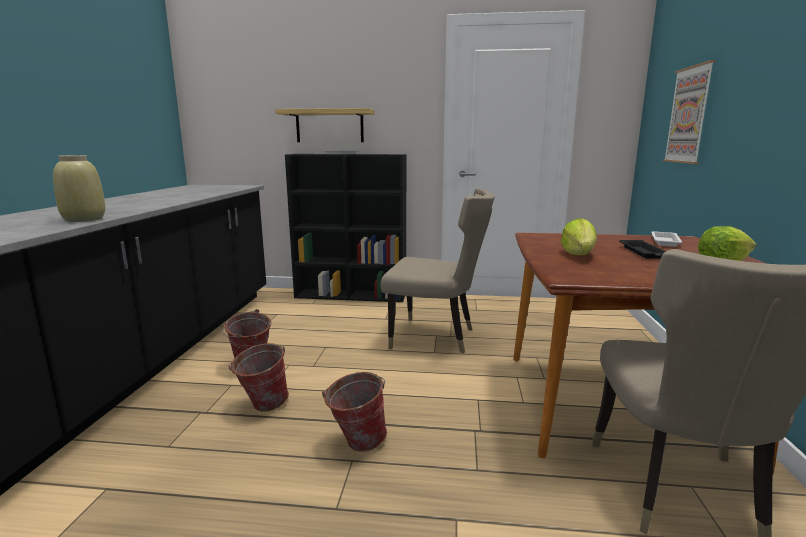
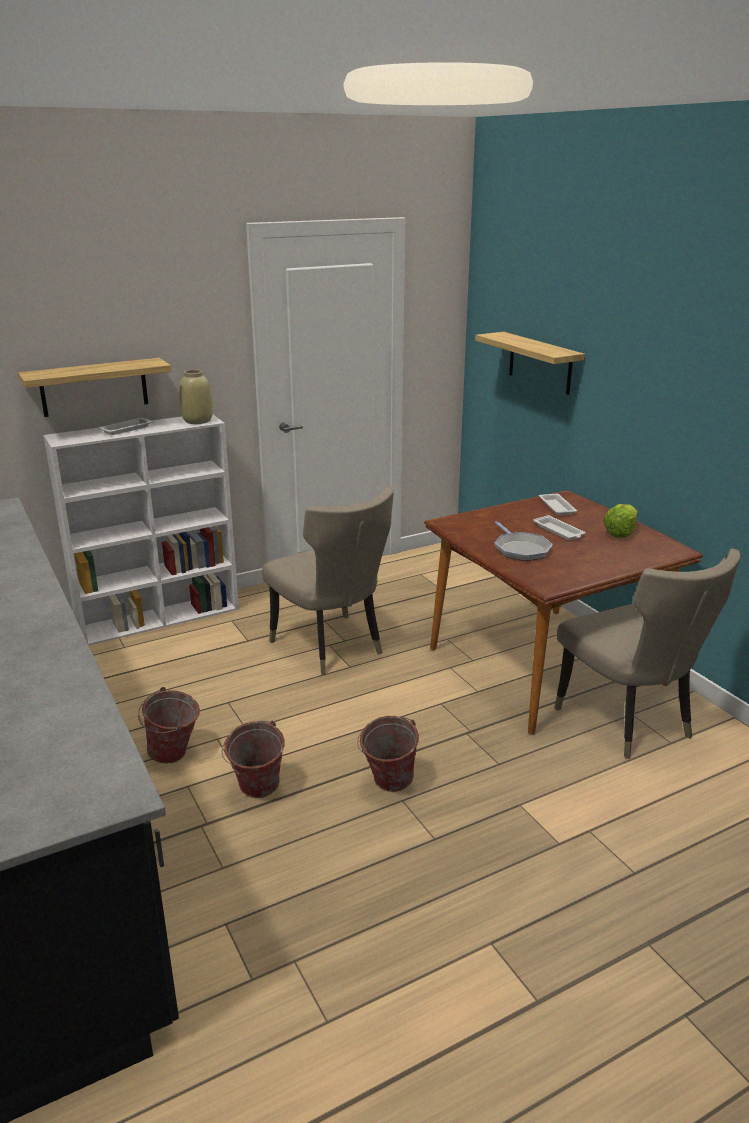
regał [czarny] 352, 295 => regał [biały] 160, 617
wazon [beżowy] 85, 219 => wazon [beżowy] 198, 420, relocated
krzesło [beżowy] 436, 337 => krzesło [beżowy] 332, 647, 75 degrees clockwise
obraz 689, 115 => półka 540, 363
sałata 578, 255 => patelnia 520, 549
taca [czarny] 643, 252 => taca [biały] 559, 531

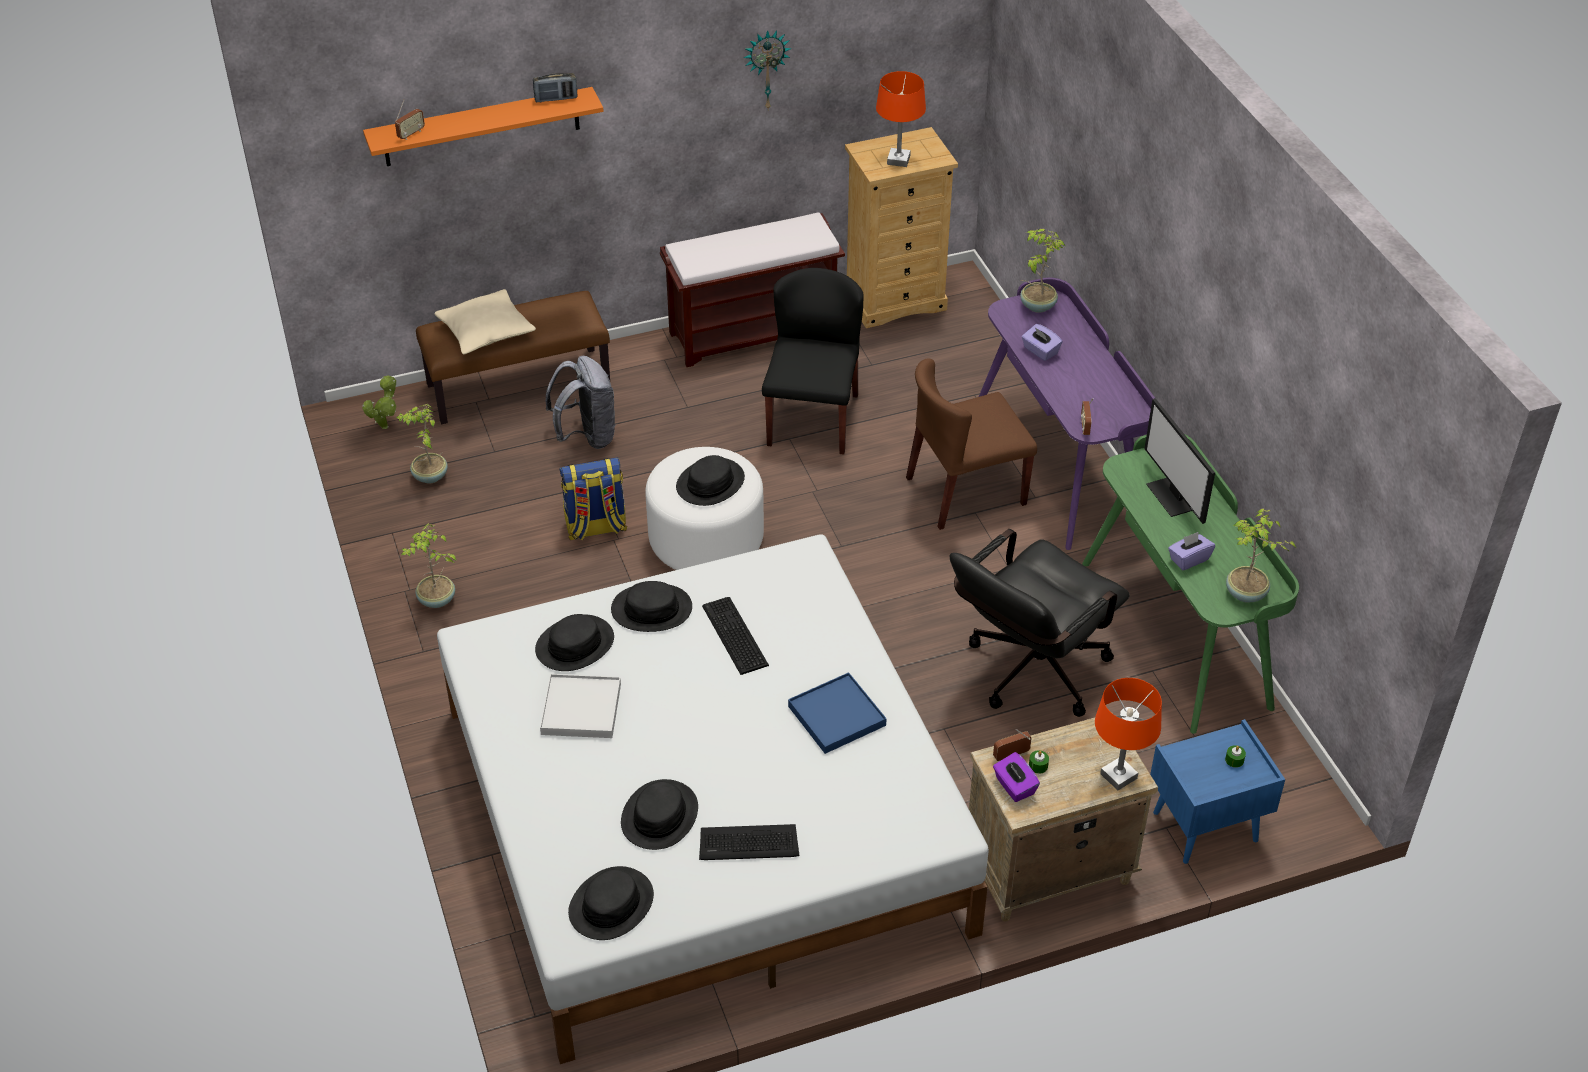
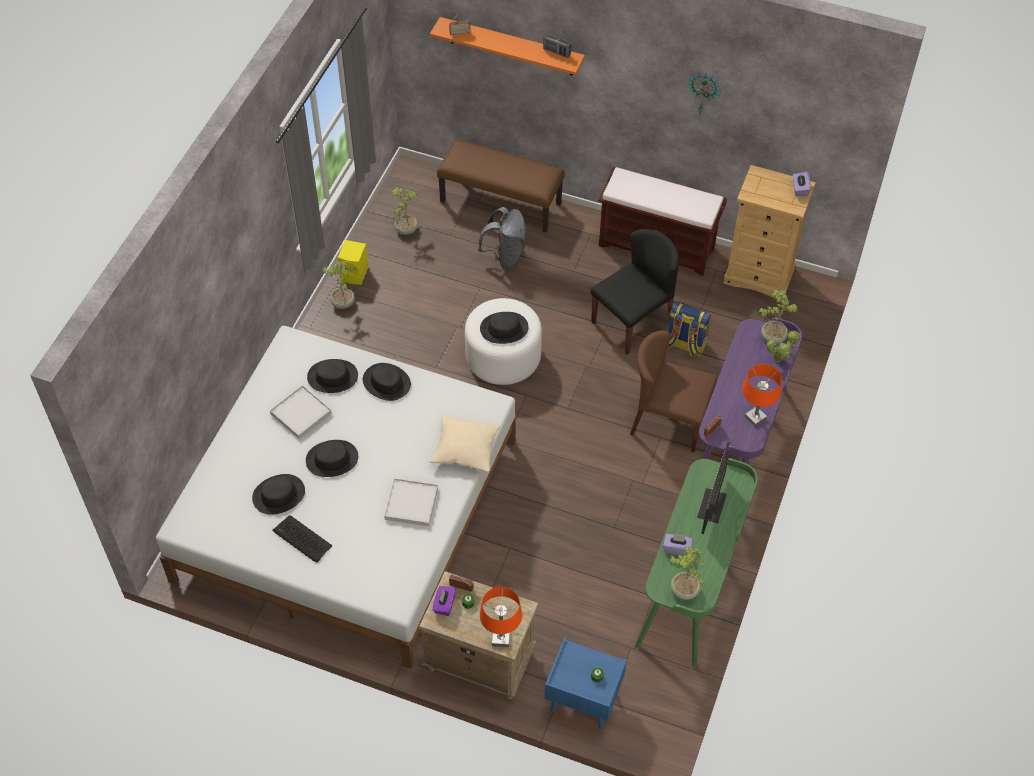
kapelusz [czarny] 611, 904 => kapelusz [czarny] 332, 459, relocated
nothing => głośnik [żółty] 355, 274
taca [niebieski] 836, 716 => taca [biały] 411, 504
poduszka [beżowy] 486, 332 => poduszka [beżowy] 465, 449, relocated
plecak 595, 528 => plecak 685, 344, relocated
lampa stołowa [pomarańczowy] 898, 160 => lampa stołowa [pomarańczowy] 755, 418, relocated
roślina doniczkowa 386, 425 => roślina doniczkowa 779, 359, relocated
pudełko chusteczek [fioletowy] 1040, 351 => pudełko chusteczek [fioletowy] 799, 189, relocated
klawiatura 733, 637 => nothing
krzesło biurowe [czarny] 1028, 675 => nothing

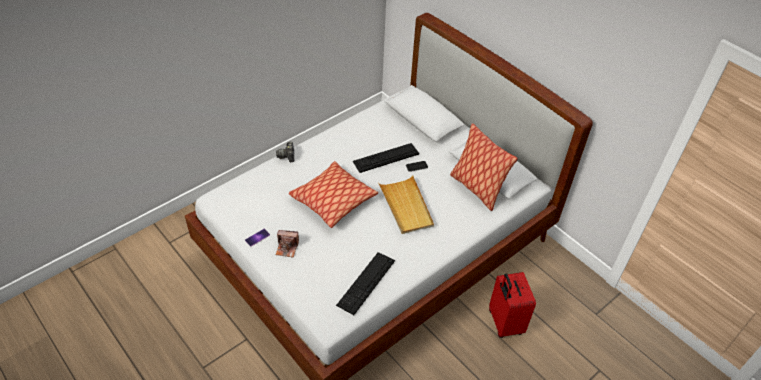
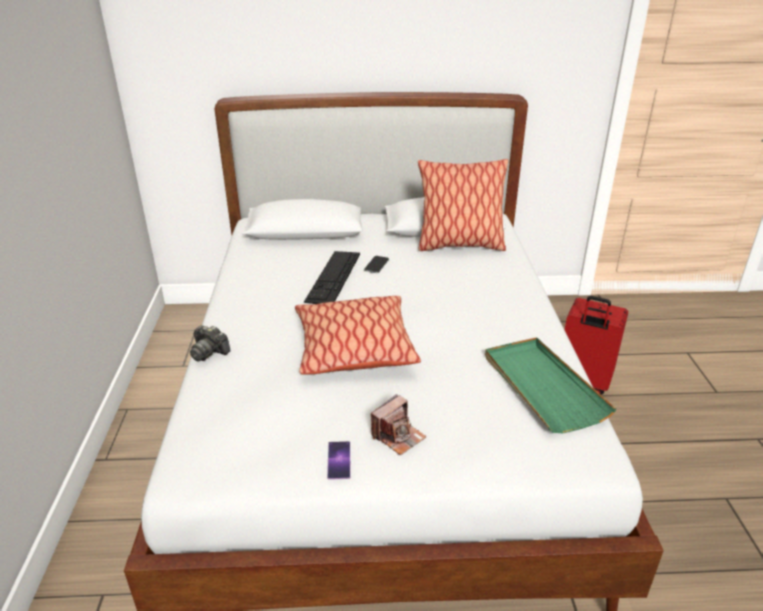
klawiatura 366, 282 => taca [zielony] 542, 386
taca [beżowy] 406, 206 => nothing

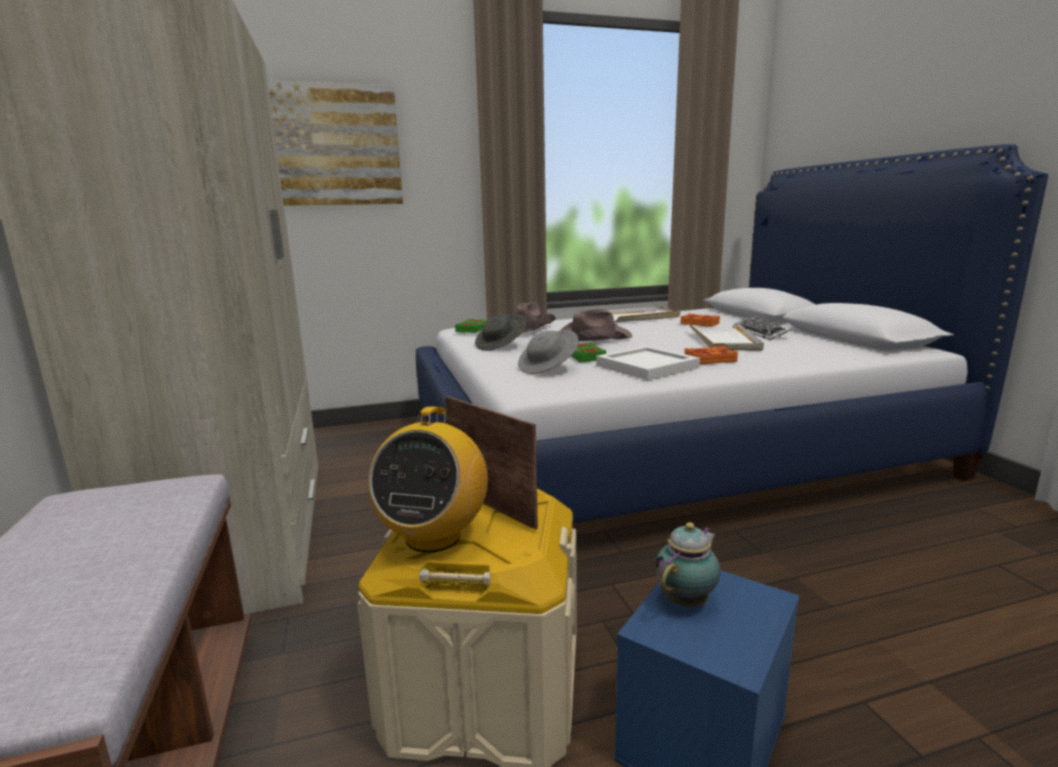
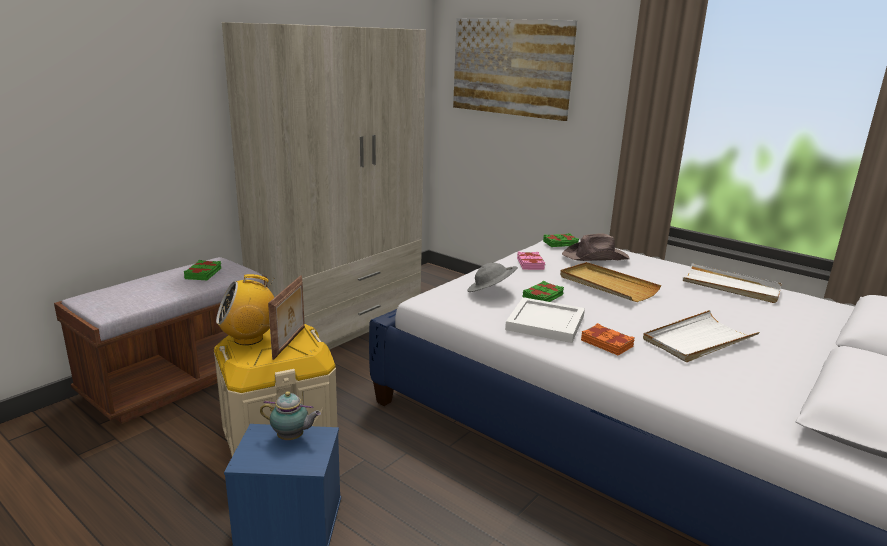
nothing => książka [zielony] 204, 274
kapelusz [szary] 501, 346 => książka [różowy] 530, 264
kapelusz [brązowy] 592, 337 => taca [beżowy] 607, 285
książka [pomarańczowy] 700, 323 => nothing
klawiatura 761, 332 => nothing

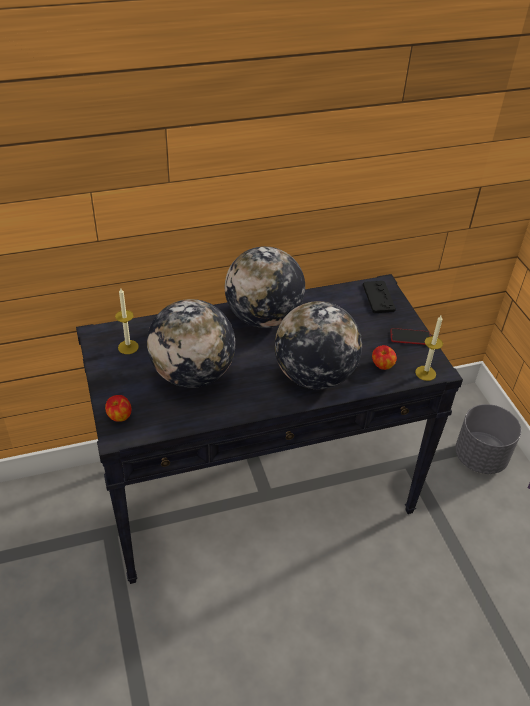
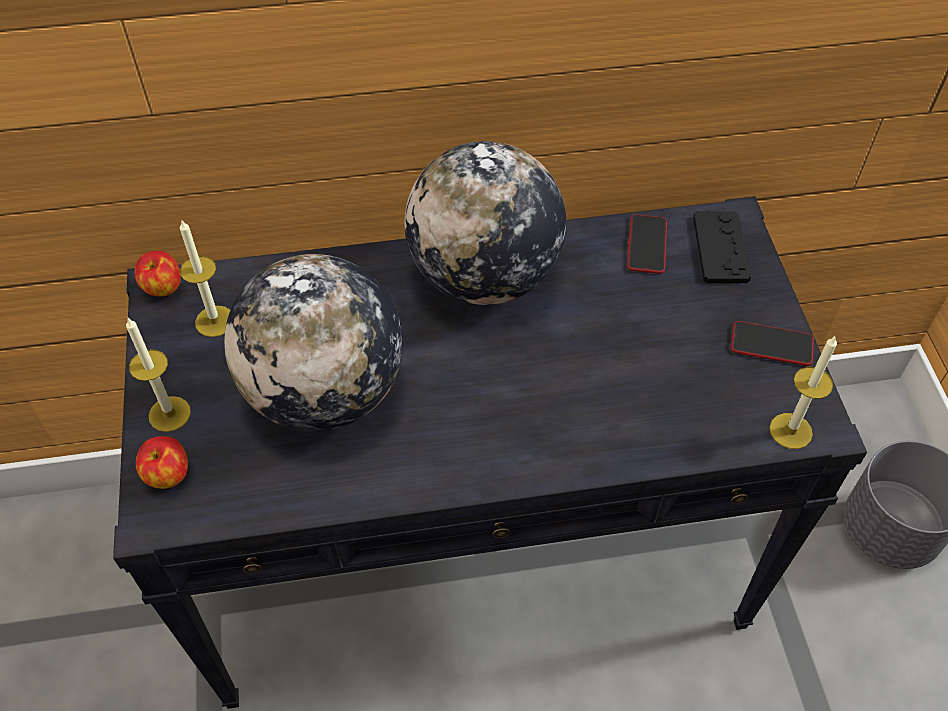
nothing => świeca 169, 414
jabłko 382, 366 => jabłko 163, 288, relocated
nothing => telefon 647, 245
globus 314, 376 => nothing

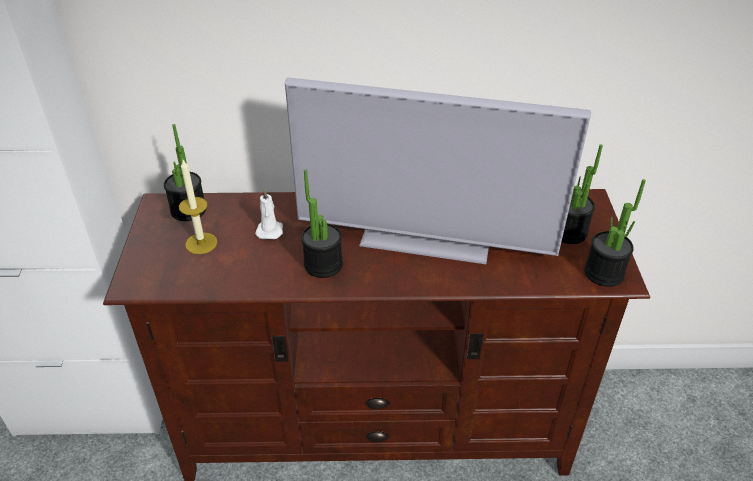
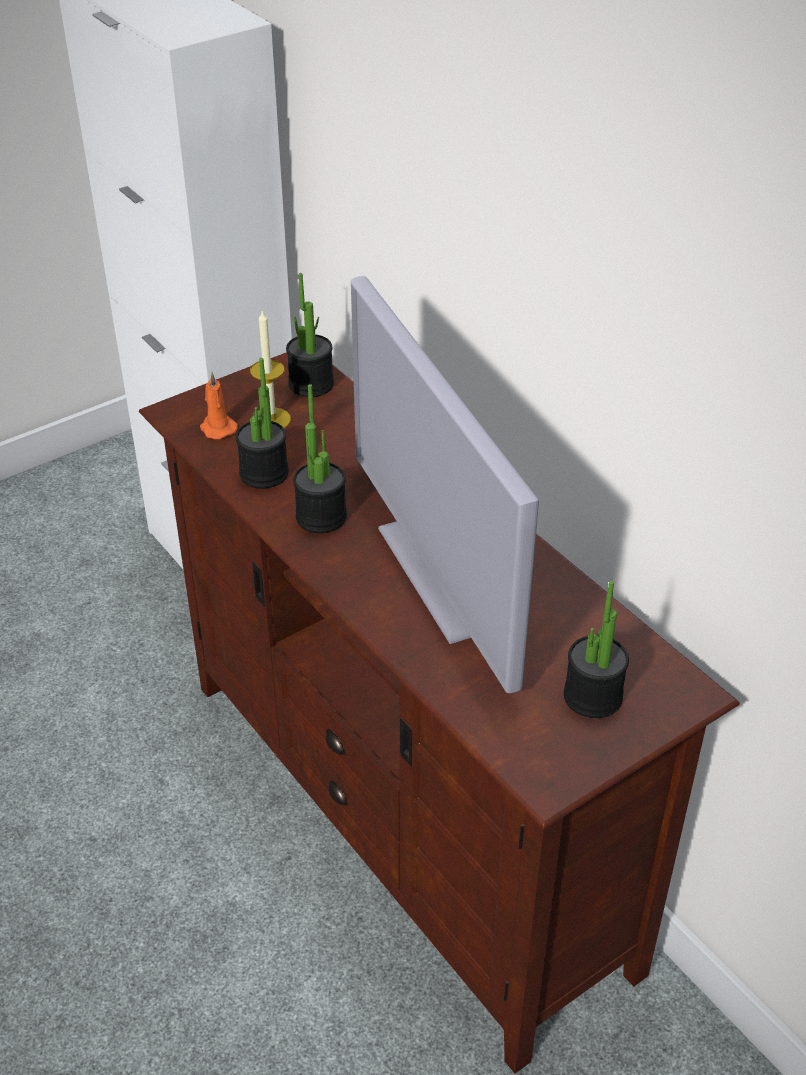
nothing => świeca [pomarańczowy] 217, 428
roślina doniczkowa 604, 273 => roślina doniczkowa 264, 473, relocated
świeca [biały] 270, 230 => nothing

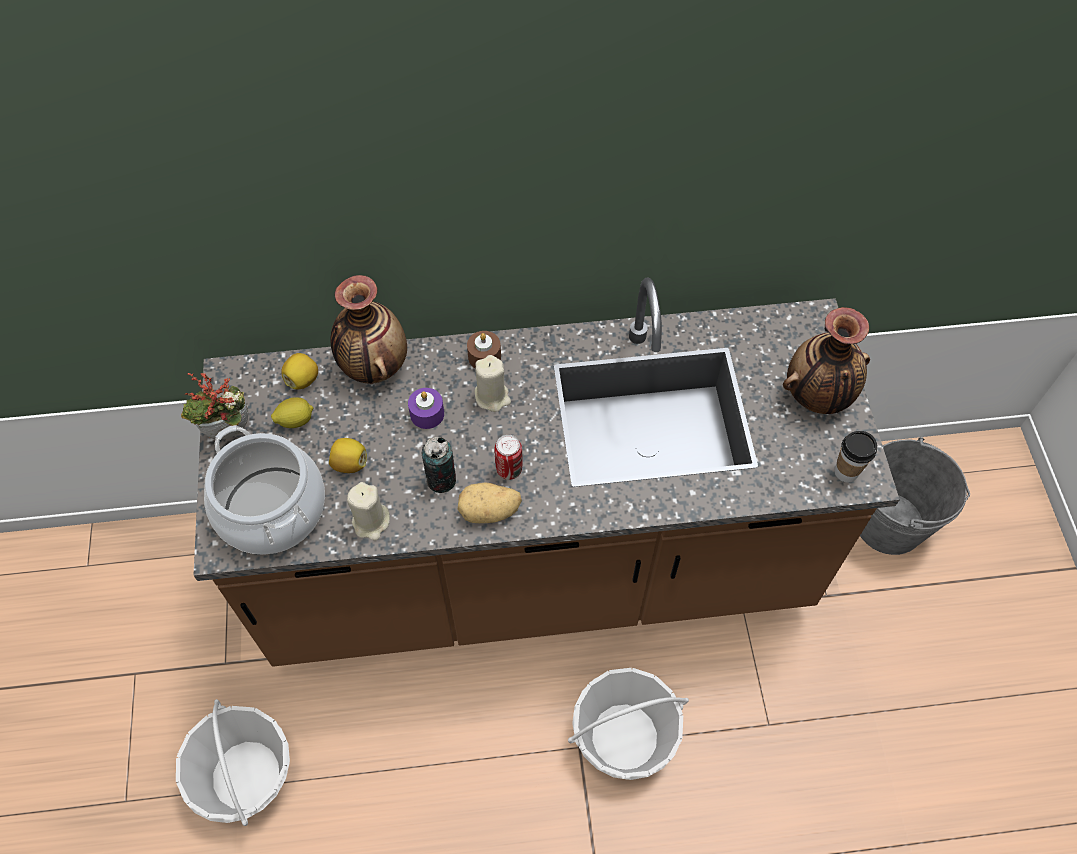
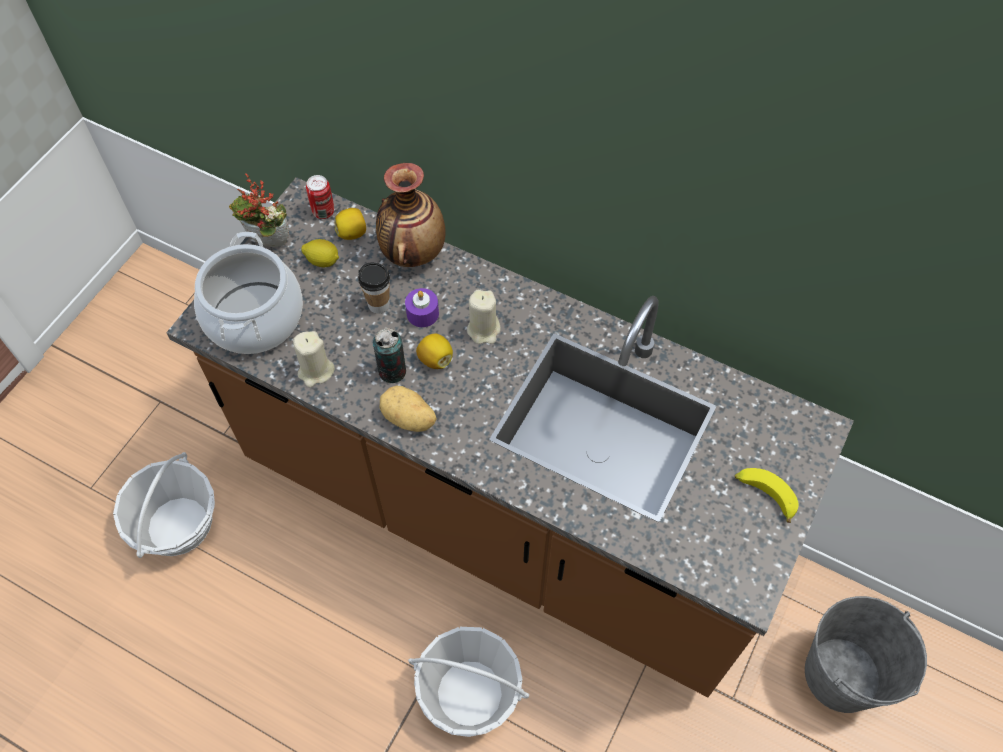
puszka 509, 469 => puszka 323, 212, relocated
filiżanka 846, 472 => filiżanka 379, 304, relocated
cytryna 349, 463 => cytryna 435, 359, relocated
wazon 817, 396 => banan 764, 495
świeca [brązowy] 484, 356 => nothing

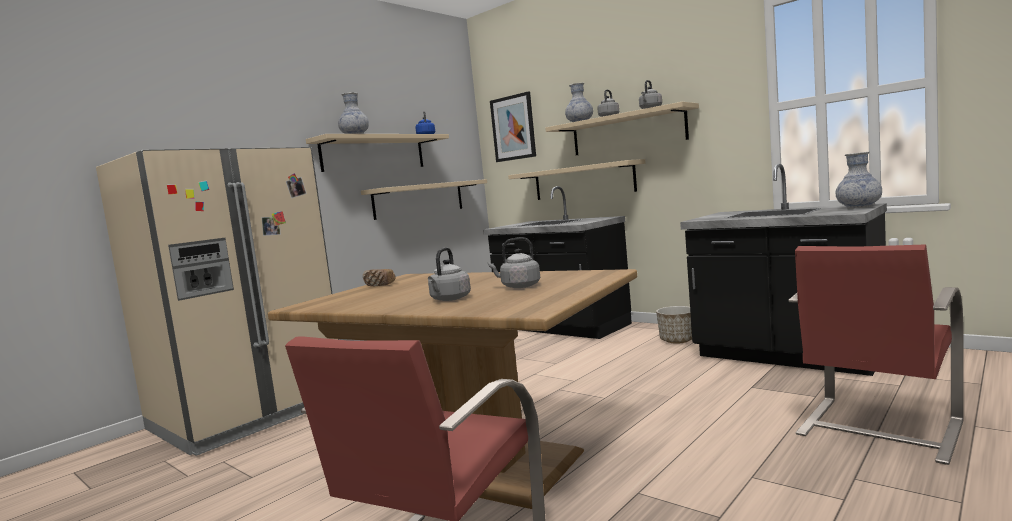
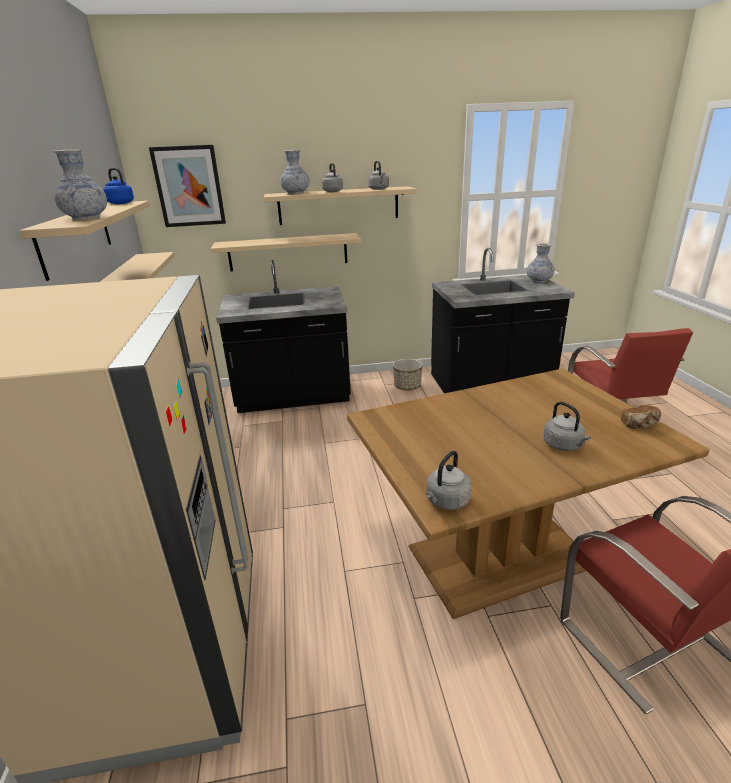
czajnik [szary] 518, 286 => czajnik [szary] 446, 502, relocated
chleb 379, 285 => chleb 640, 425, relocated

